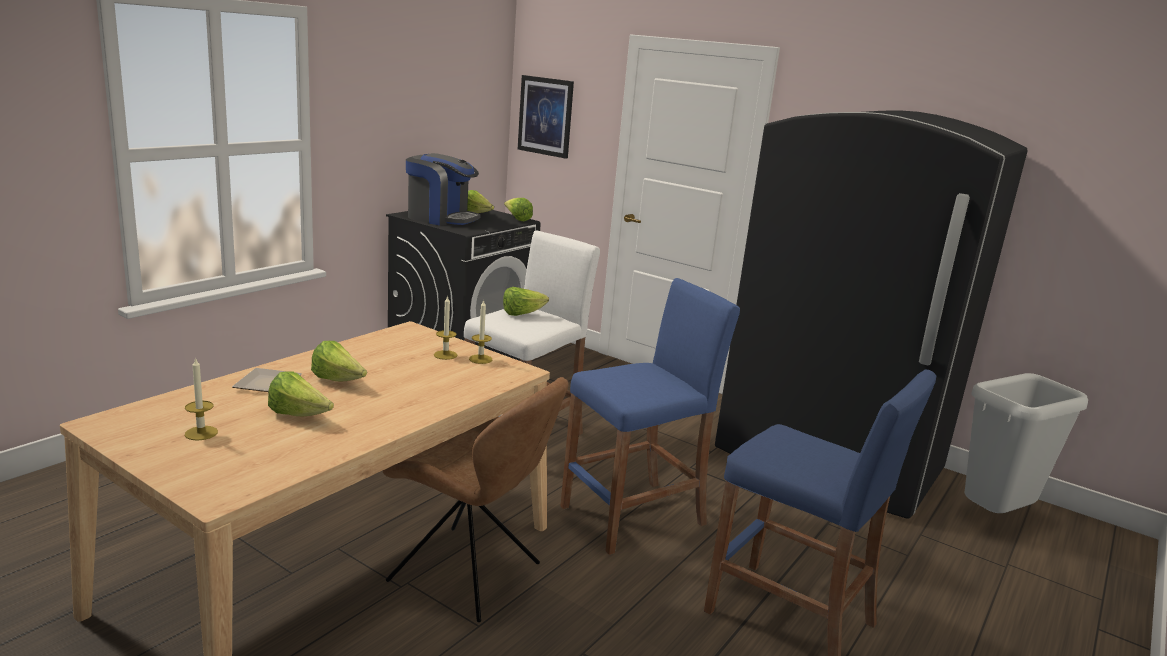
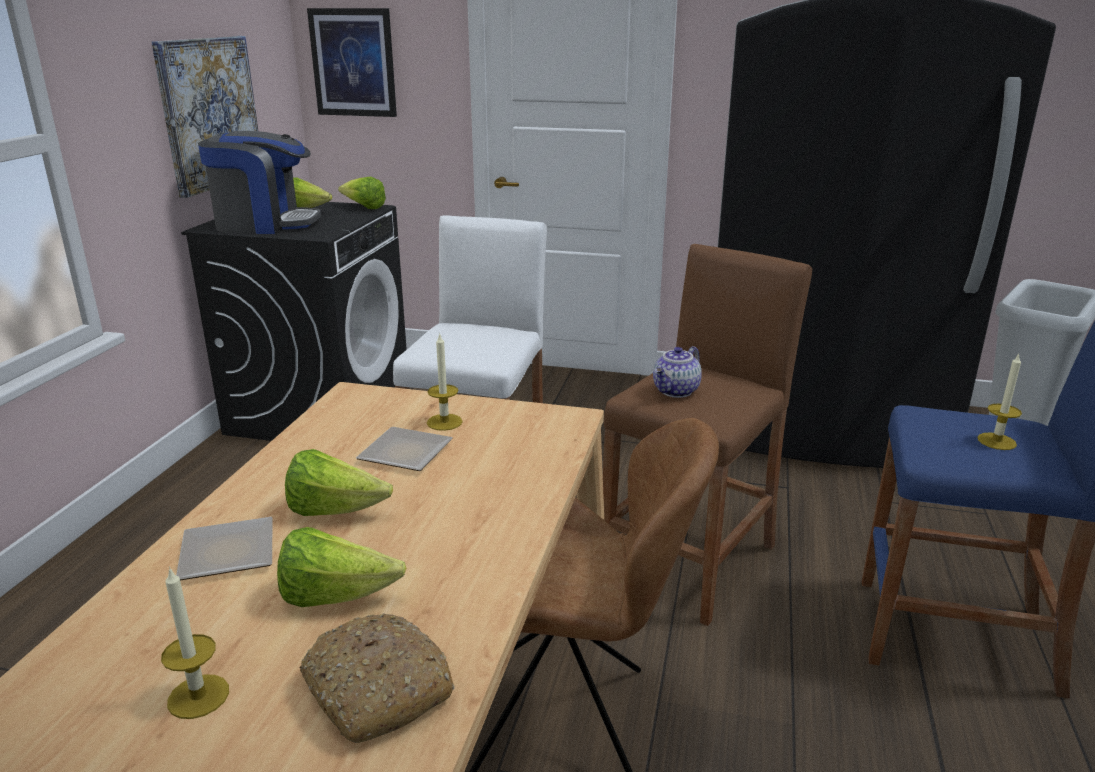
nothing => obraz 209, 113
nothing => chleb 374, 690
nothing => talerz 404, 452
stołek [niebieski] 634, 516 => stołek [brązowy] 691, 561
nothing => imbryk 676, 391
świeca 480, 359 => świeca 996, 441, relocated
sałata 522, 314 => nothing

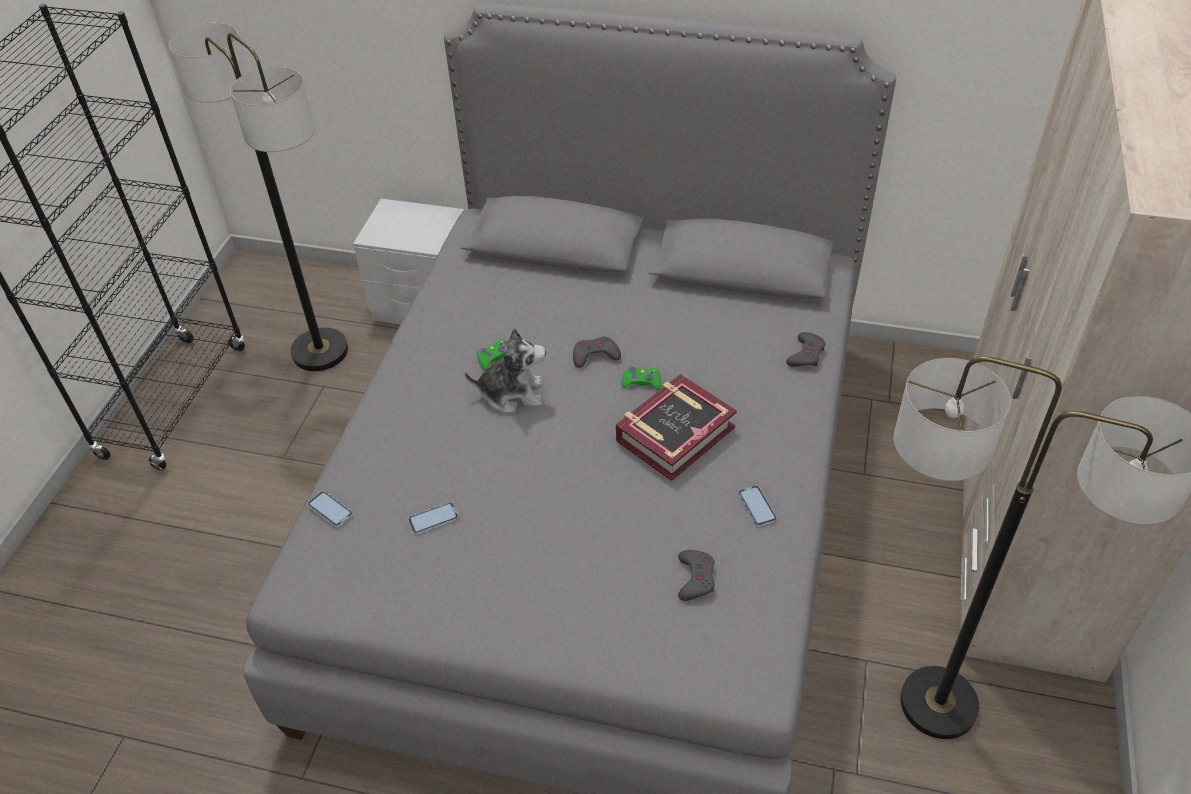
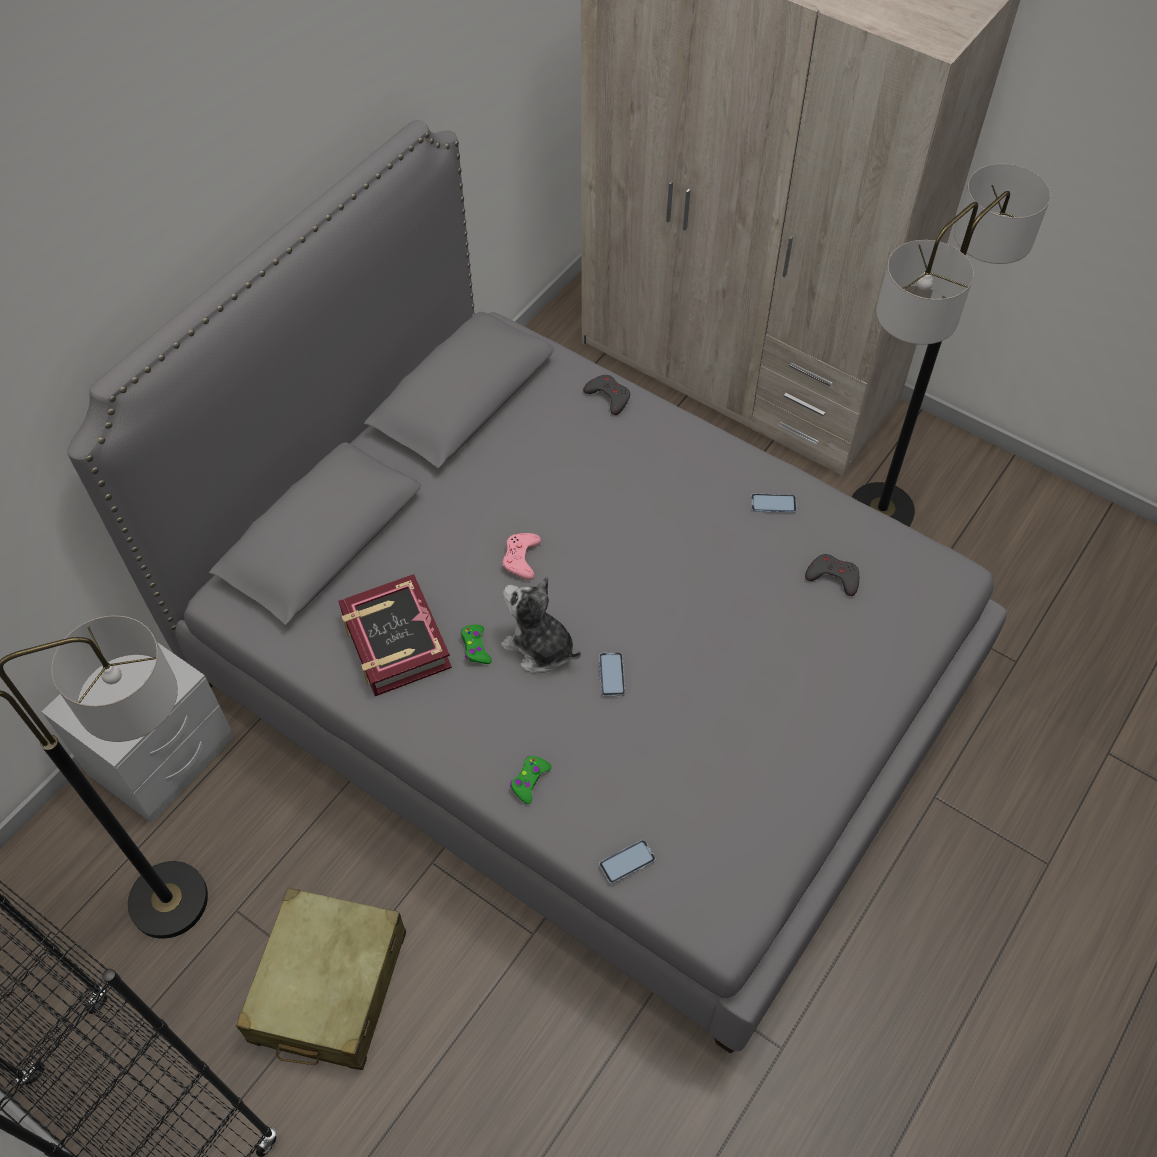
nothing => walizka [beżowy] 328, 987
książka 674, 434 => książka 395, 642, relocated
pluszak 512, 393 => pluszak 539, 647, 75 degrees counterclockwise
pad do gier [szary] 595, 355 => pad do gier [różowy] 521, 558
pad do gier [zielony] 641, 382 => pad do gier [zielony] 529, 781, relocated
telefon 433, 519 => telefon 612, 675, relocated

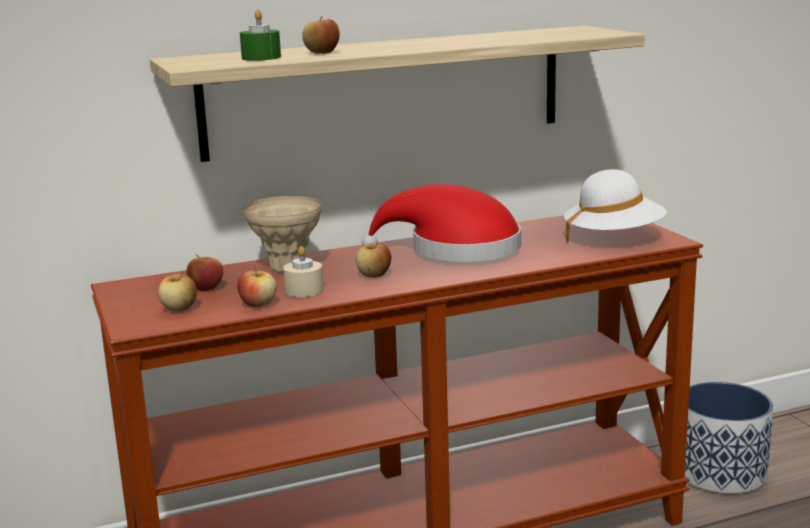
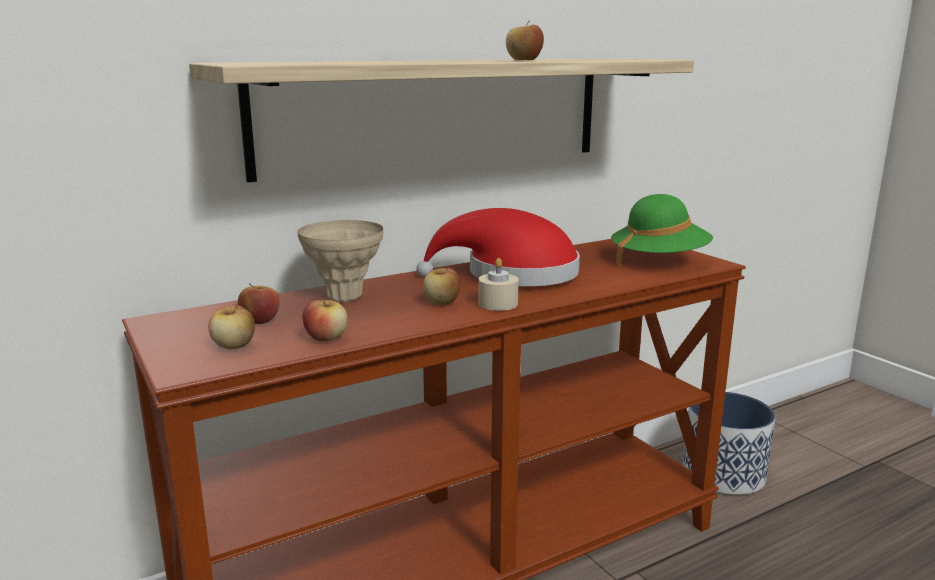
świeca [beżowy] 304, 290 => świeca [beżowy] 498, 304, relocated
jabłko 321, 53 => jabłko 524, 60, relocated
kapelusz [biały] 613, 238 => kapelusz [zielony] 658, 261
świeca [zielony] 261, 58 => nothing

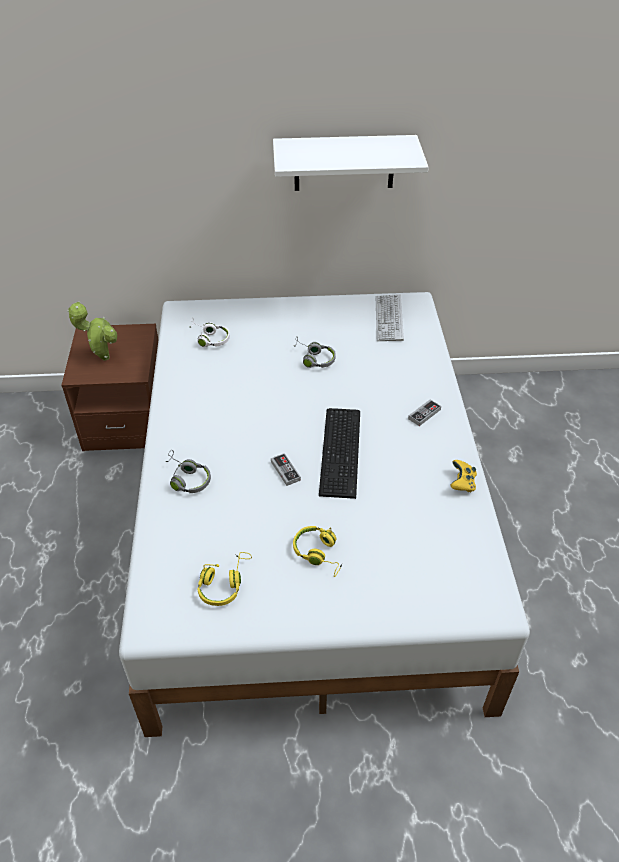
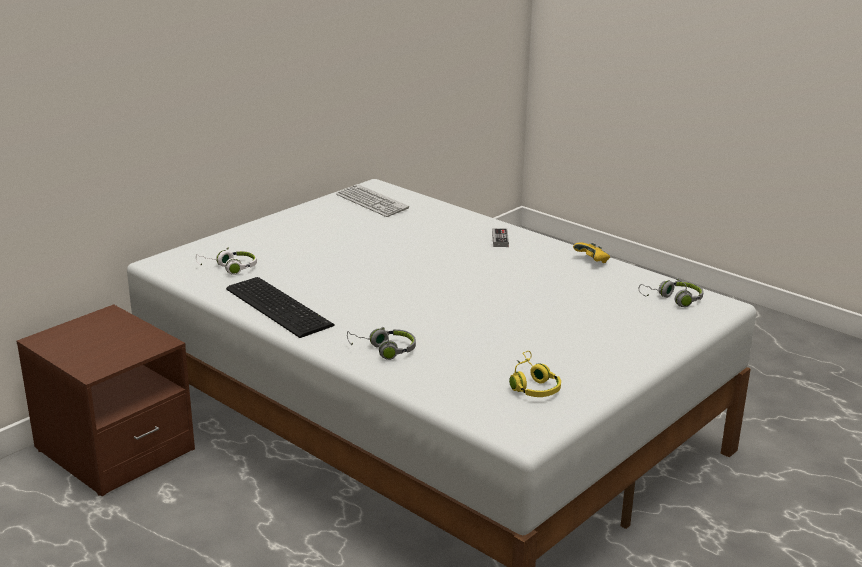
klawiatura 342, 451 => klawiatura 279, 305, relocated
słuchawki [szary] 313, 358 => słuchawki [szary] 673, 300, relocated
roślina doniczkowa 102, 357 => nothing
pad do gier 285, 471 => nothing
półka [biały] 344, 163 => nothing
słuchawki [żółty] 319, 554 => nothing

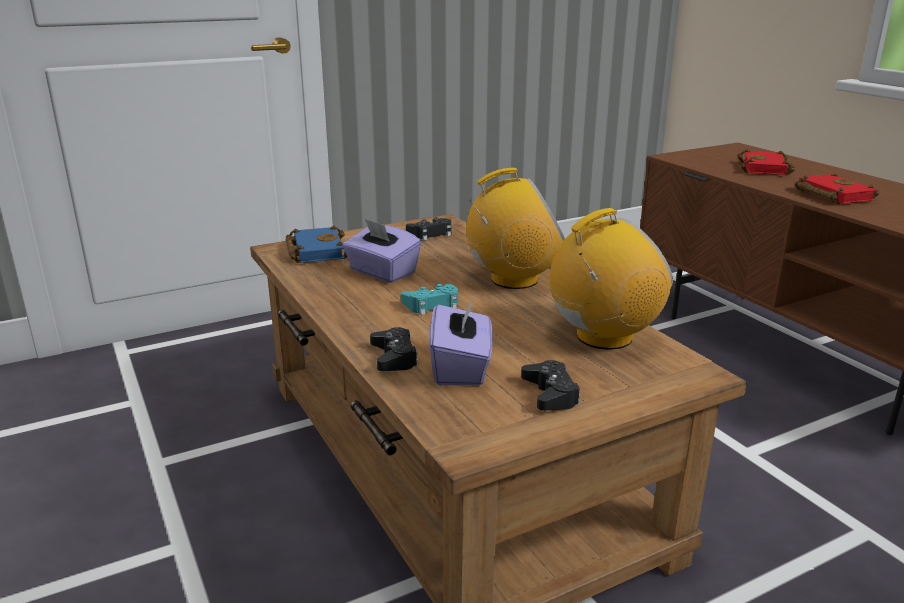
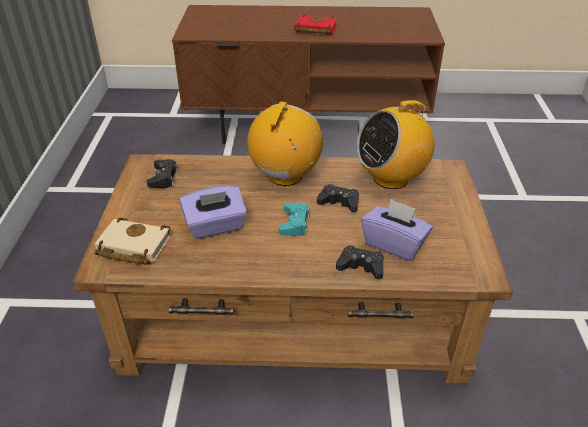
książka [niebieski] 315, 250 => książka [beżowy] 131, 246
pad do gier [czarny] 550, 394 => pad do gier [czarny] 339, 202, relocated
radio 603, 337 => radio 391, 178, 120 degrees counterclockwise
książka [czerwony] 766, 169 => nothing

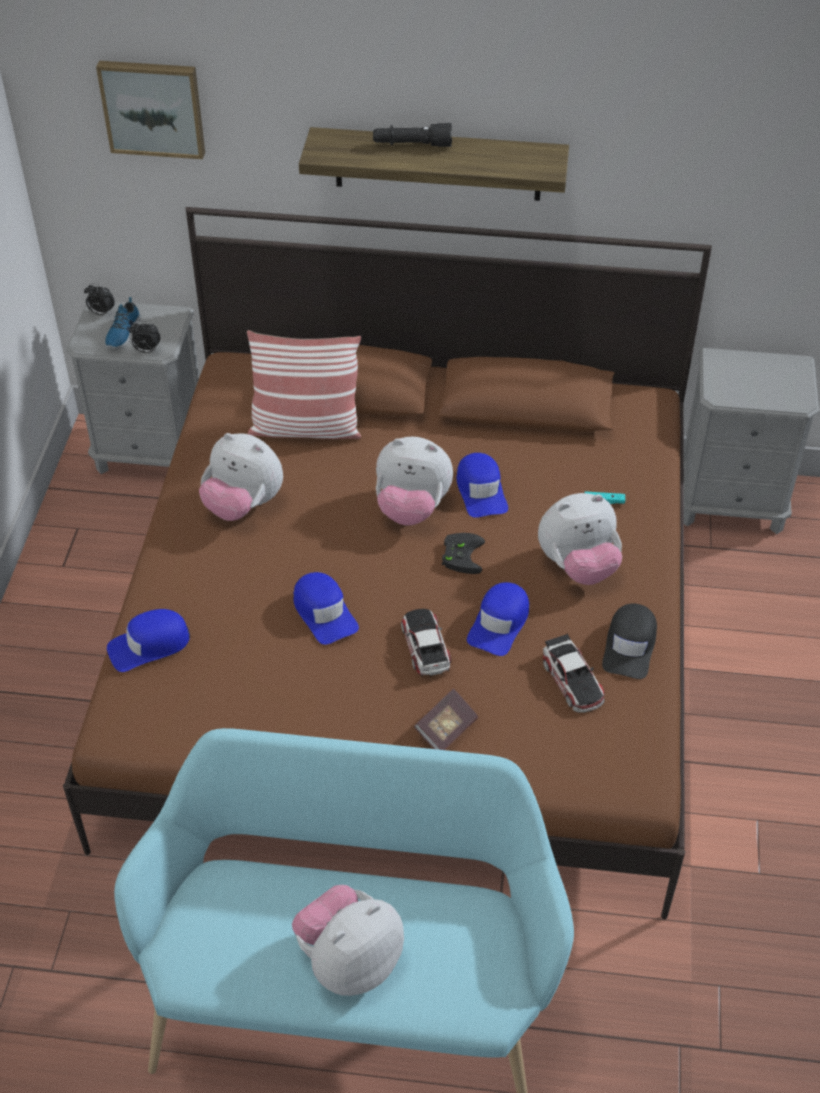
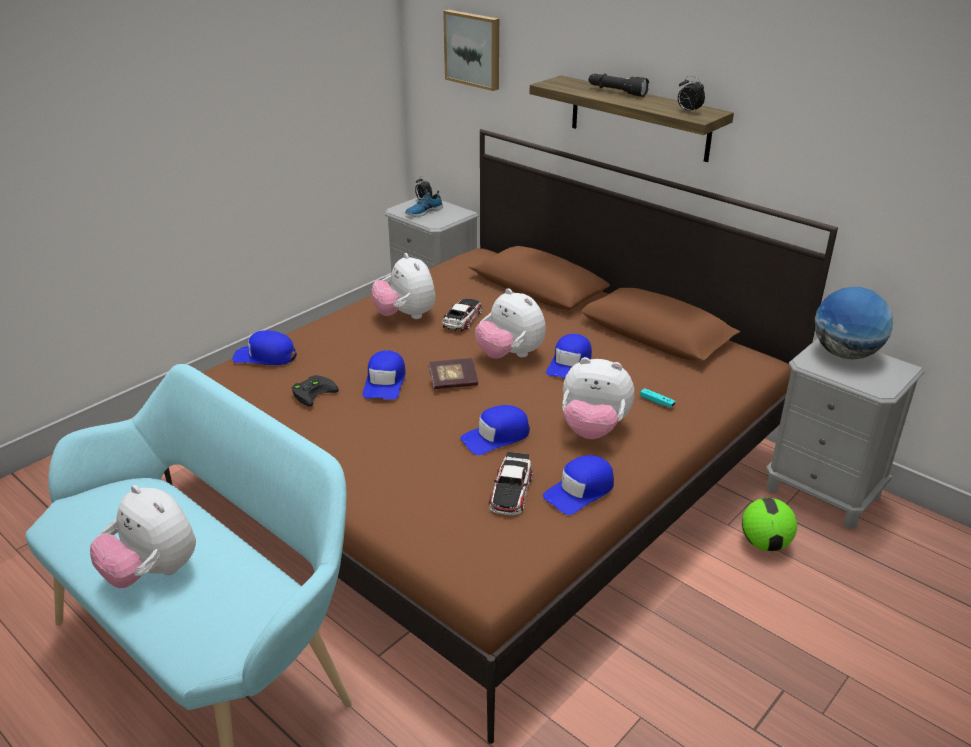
pluszak 349, 961 => pluszak 152, 572, 135 degrees counterclockwise
pad do gier [czarny] 461, 554 => pad do gier [czarny] 314, 392, relocated
książka 446, 729 => książka 453, 382, relocated
samochodzik 425, 647 => samochodzik 462, 319, relocated
czapka z daszkiem [czarny] 630, 646 => czapka z daszkiem [niebieski] 580, 491
budzik 147, 350 => budzik 688, 111, relocated
nothing => piłka futbolowa 764, 543
nothing => globus 845, 354
poduszka 305, 428 => nothing

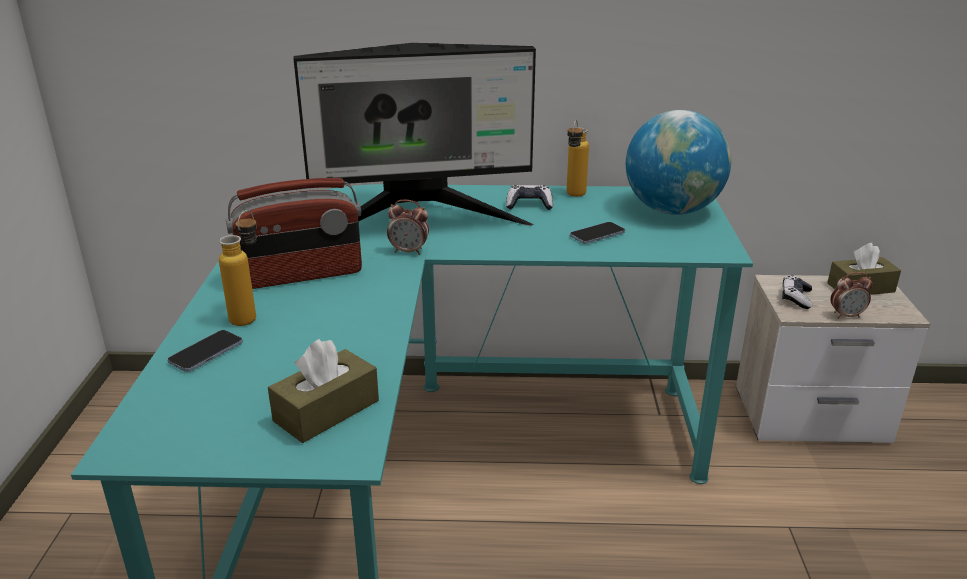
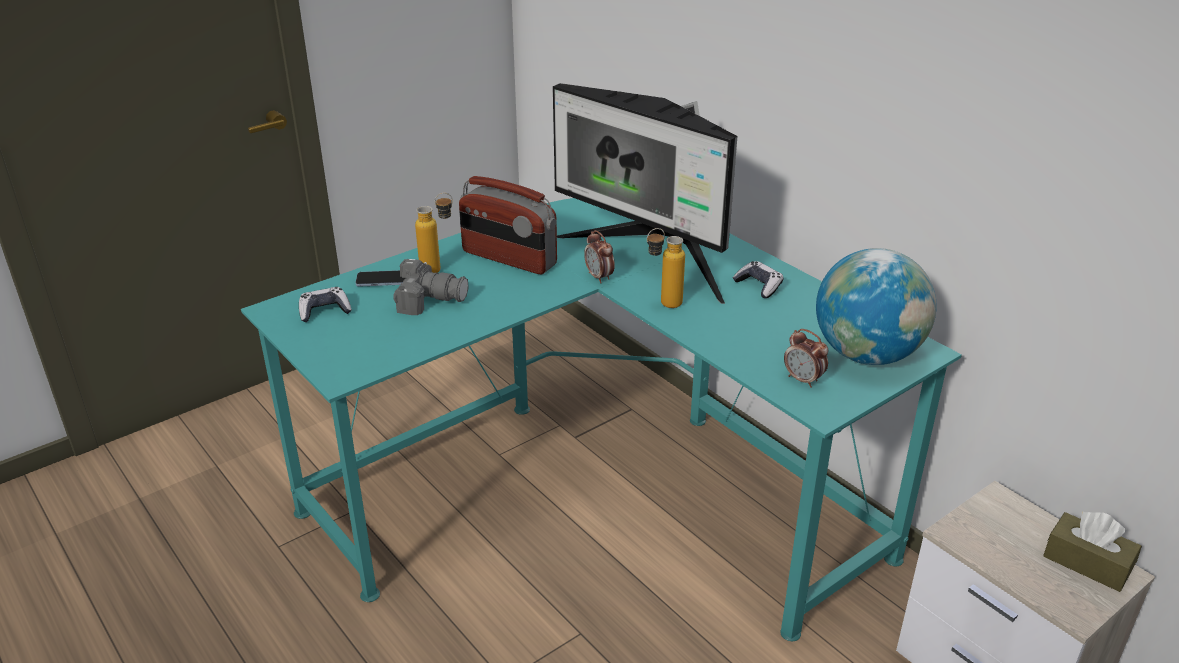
pad do gier 796, 298 => pad do gier 324, 311, relocated
nothing => aparat fotograficzny 429, 300
butelka 574, 196 => butelka 663, 305, relocated
budzik 846, 315 => budzik 803, 380, relocated
pudełko chusteczek [brązowy] 326, 411 => nothing
telefon 597, 235 => nothing

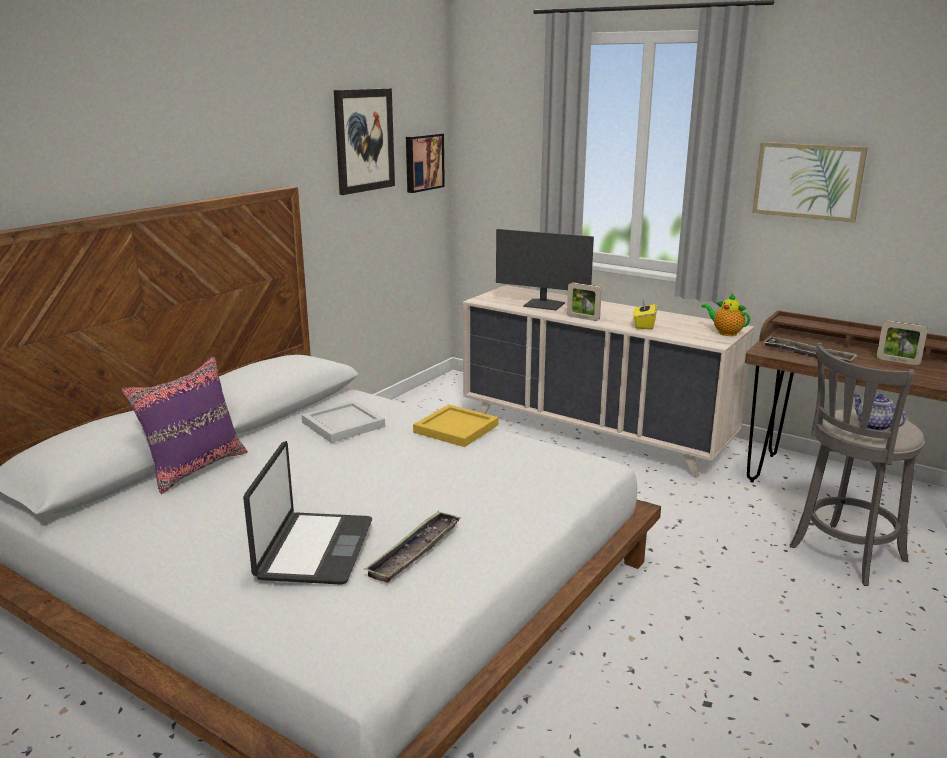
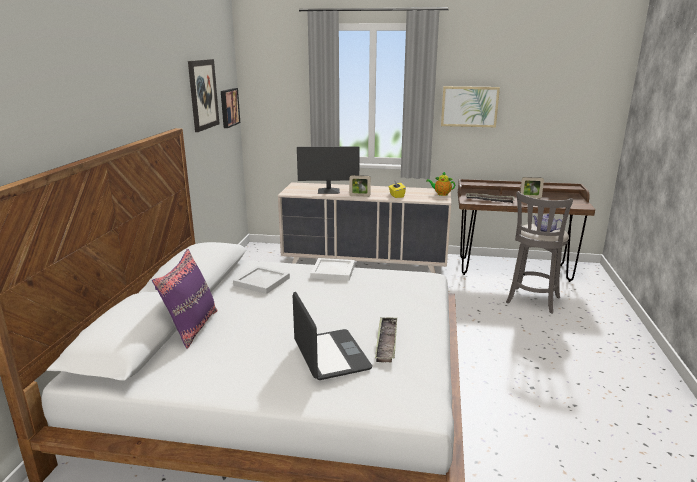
taca [żółty] 454, 429 => taca [biały] 332, 271

